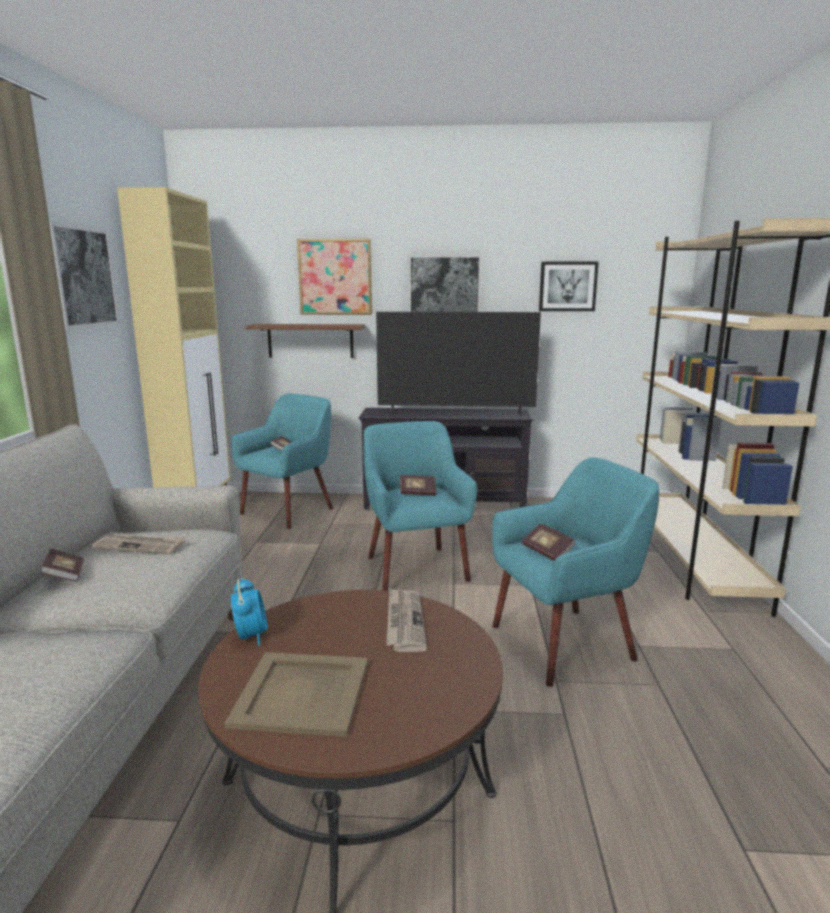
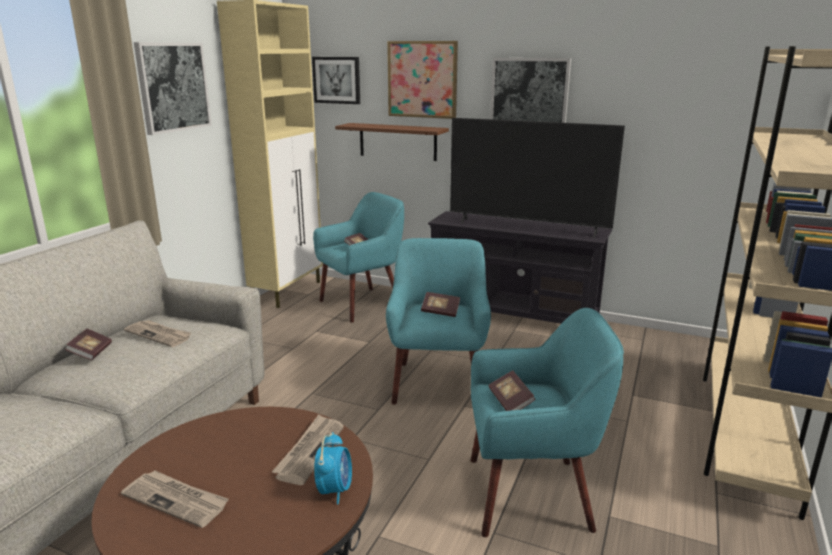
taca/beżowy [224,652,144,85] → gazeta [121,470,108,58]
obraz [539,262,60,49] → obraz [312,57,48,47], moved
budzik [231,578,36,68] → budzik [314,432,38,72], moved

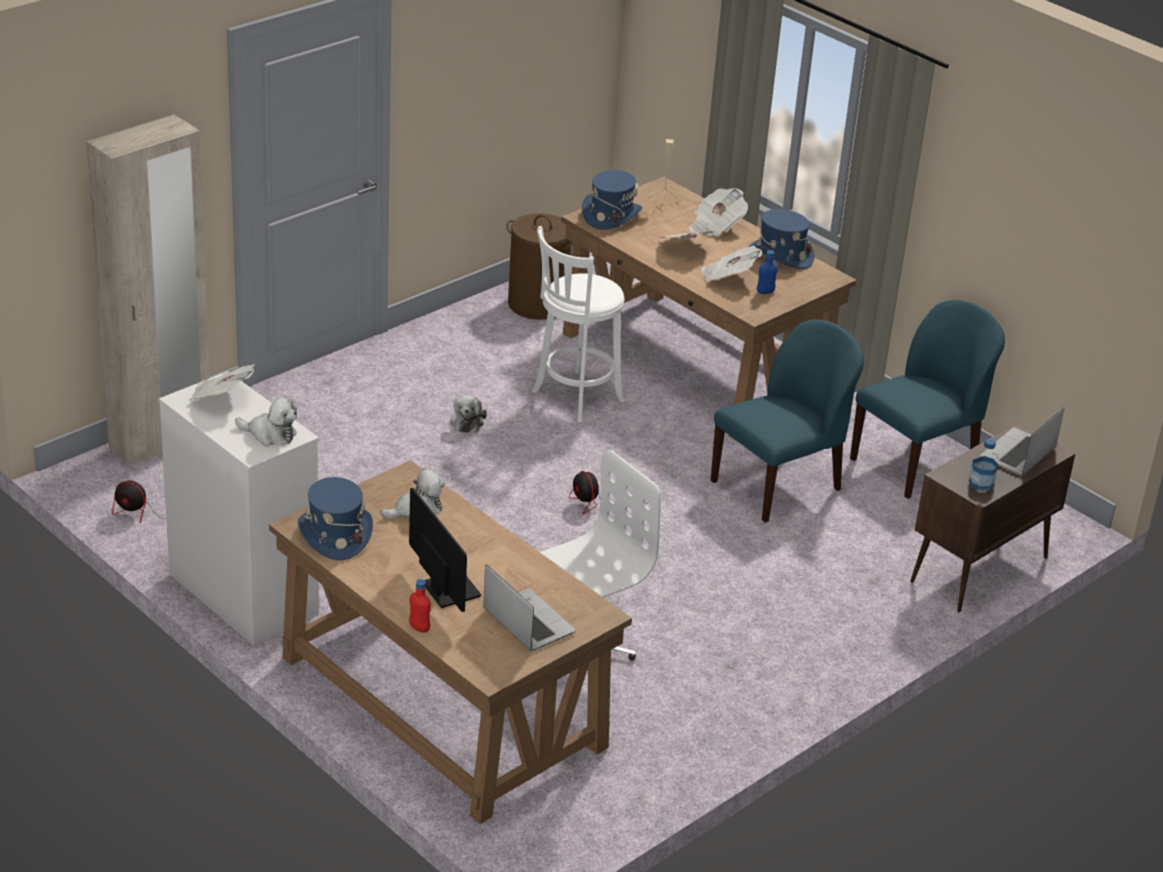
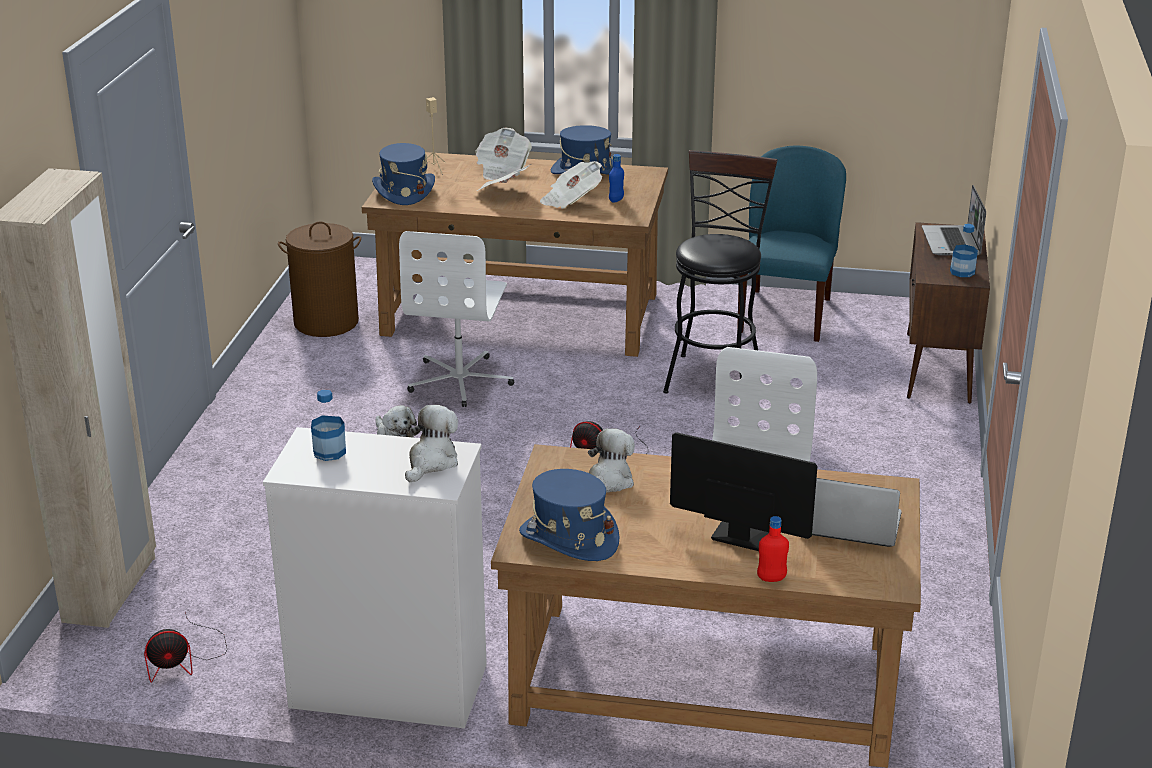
gazeta [189,364,66,36] → butelka [311,390,35,71]
stołek/biały [532,226,93,196] → krzesło biurowe/biały [399,231,115,176]
pluszak [235,397,62,50] → pluszak [405,405,53,77], 45 degrees counterclockwise
krzesło/niebieski [711,319,153,204] → stołek/czarny [663,150,115,243]

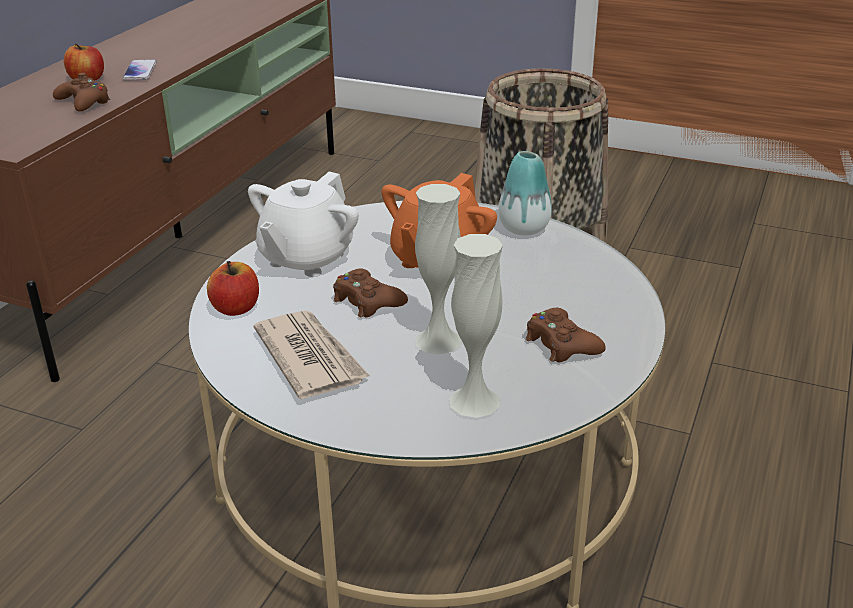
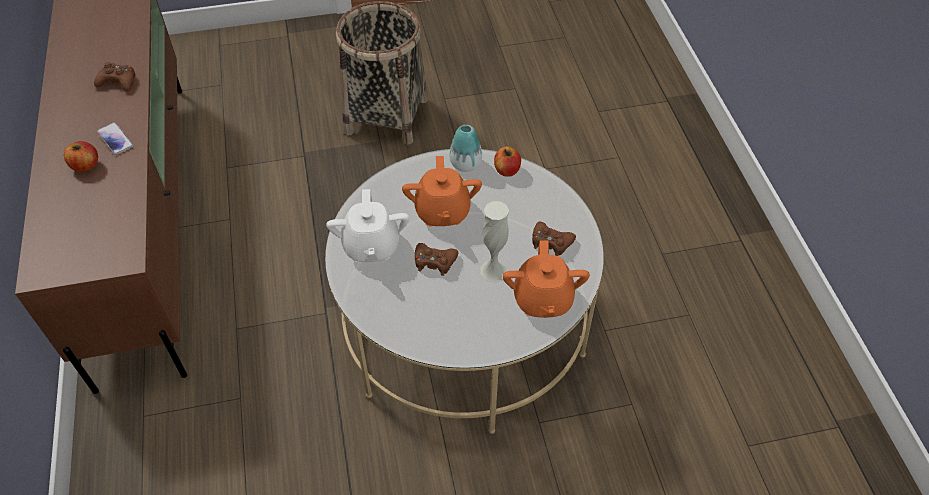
pad do gier/brązowy [53,73,57,39] → pad do gier/brązowy [94,62,41,29], moved
jabłko [207,261,52,55] → jabłko [494,147,27,30], moved
wazon/biały [449,234,54,184] → imbryk/pomarańczowy [503,240,87,78]
gazeta [254,310,116,89] → -

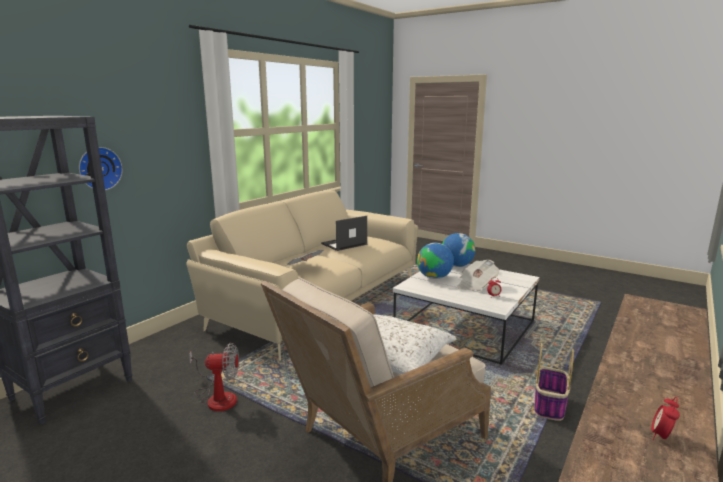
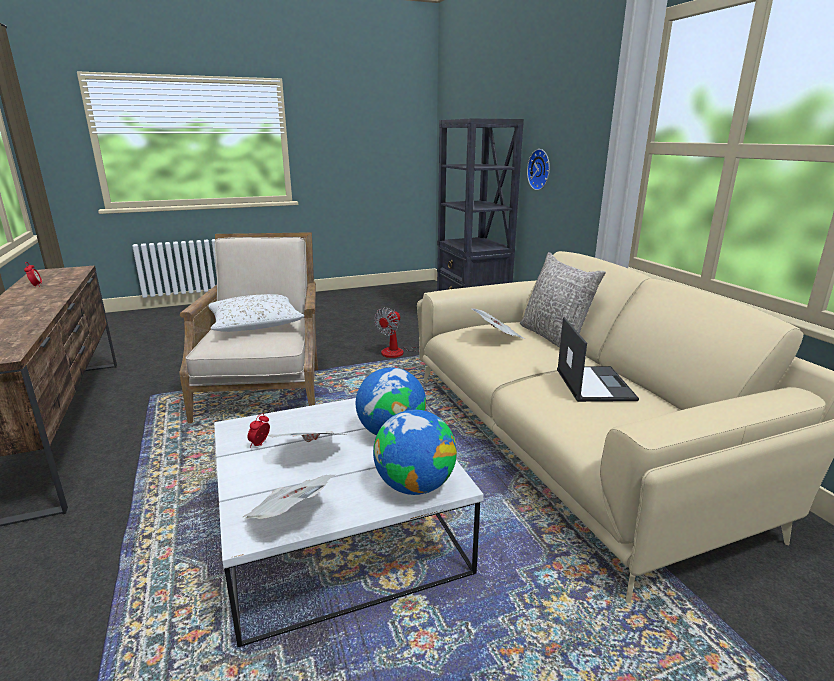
- → gazeta [243,475,92,44]
- → poduszka/szary [520,252,86,96]
koszyk [535,343,39,78] → -

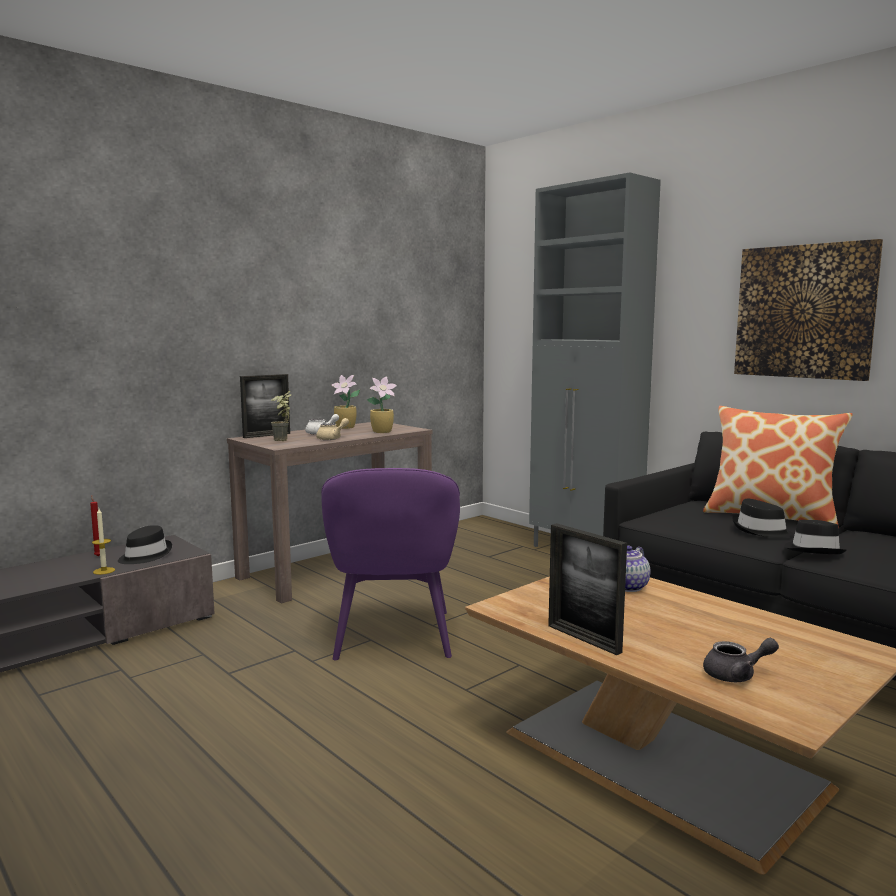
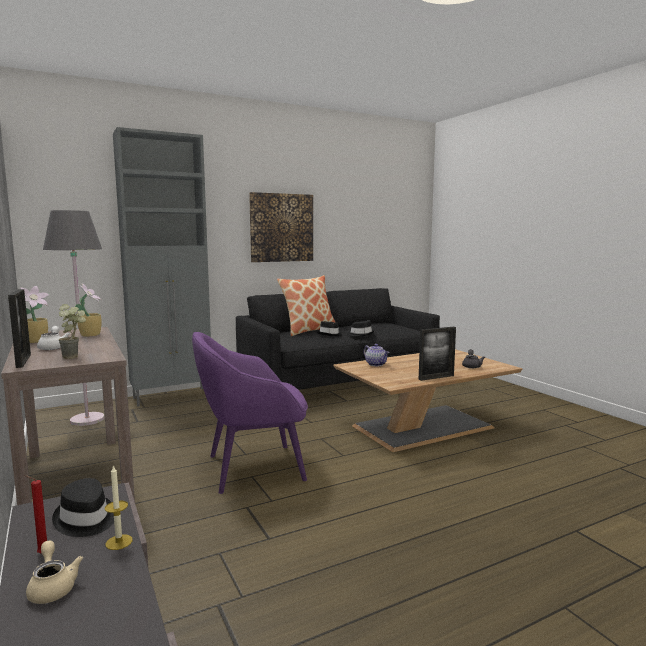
imbryk/beżowy [316,418,33,22] → imbryk/beżowy [26,540,57,64], moved
- → lampa stojąca/szary [43,210,61,216]
fotel/fioletowy [321,468,139,192] → fotel/fioletowy [192,332,116,162], 150 degrees clockwise

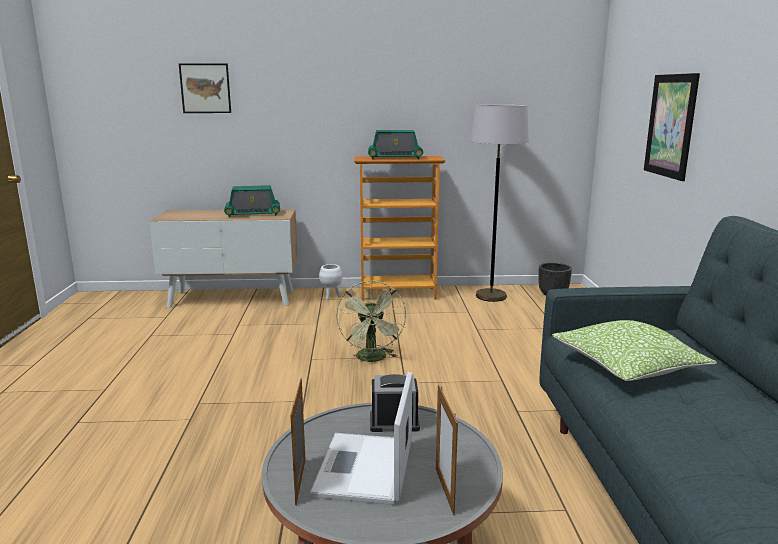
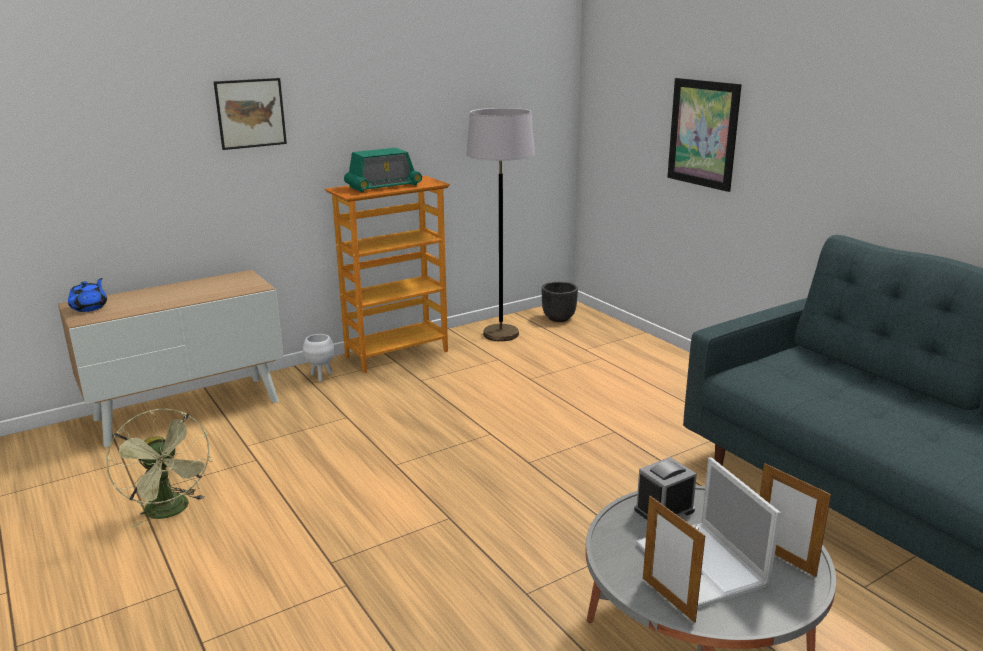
- → imbryk/niebieski [68,278,39,34]
wentylator/zielony [336,281,70,81] → wentylator/zielony [106,409,107,119], moved
obraz [179,63,52,50] → obraz [214,78,73,72], moved
radio [224,185,56,32] → -
poduszka [552,320,165,61] → -

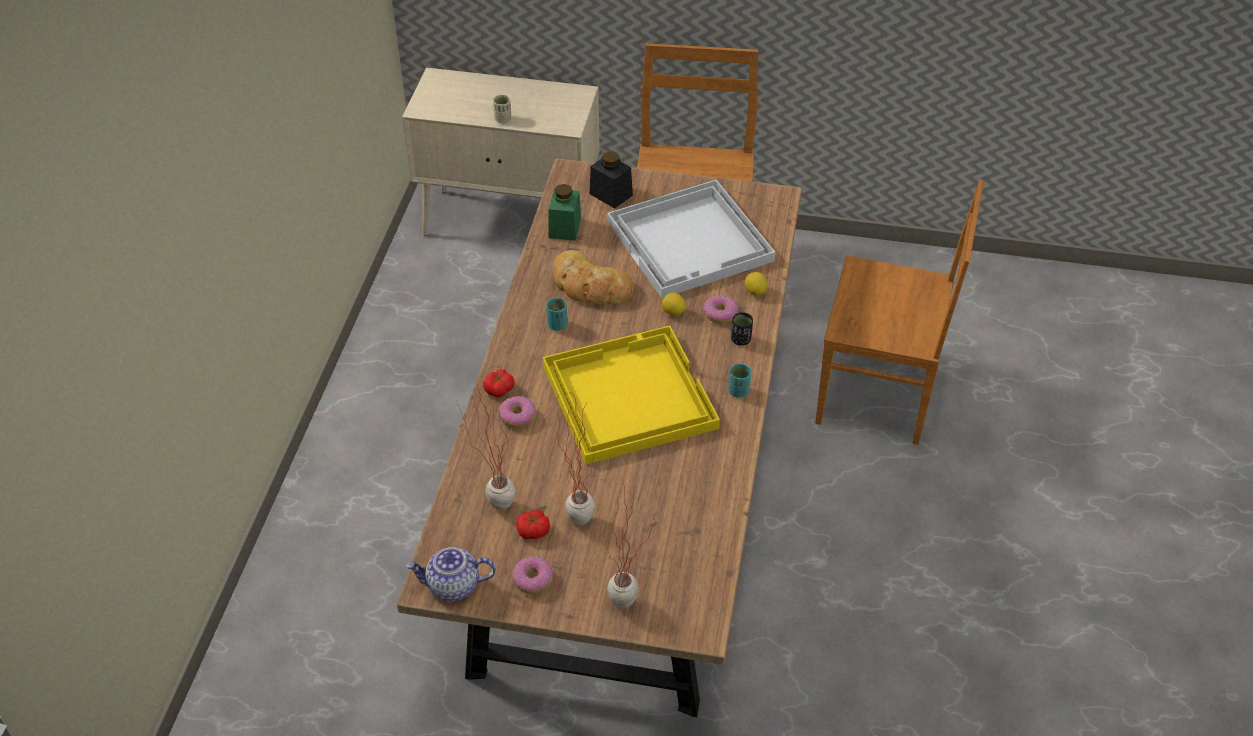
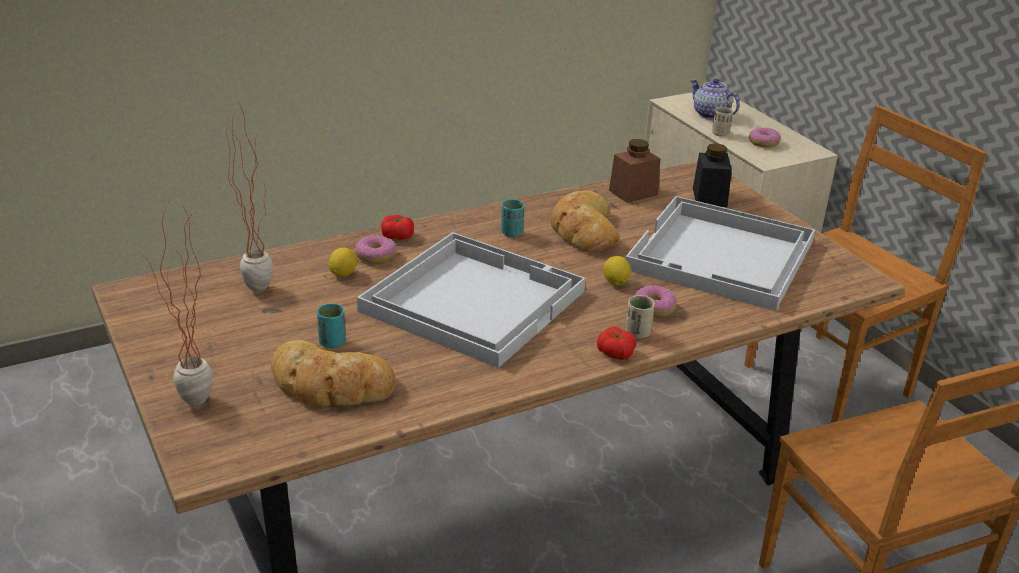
- → chleb [271,340,125,66]
filiżanka/turkusowy [729,363,22,35] → filiżanka/turkusowy [317,303,29,45], moved
cytryna [745,272,22,24] → cytryna [328,248,29,29], moved
taca/żółty [543,326,177,139] → taca/biały [357,232,229,136]
pomidor [516,510,34,29] → pomidor [597,327,40,33], moved
słoik/zielony [548,184,33,57] → słoik/brązowy [609,139,51,64]
filiżanka/czarny [731,312,22,34] → filiżanka/beżowy [625,295,30,44]
imbryk [406,547,90,54] → imbryk [690,79,50,40], moved
donut [512,556,42,38] → donut [749,128,32,20], moved
roślina doniczkowa [557,395,38,131] → -

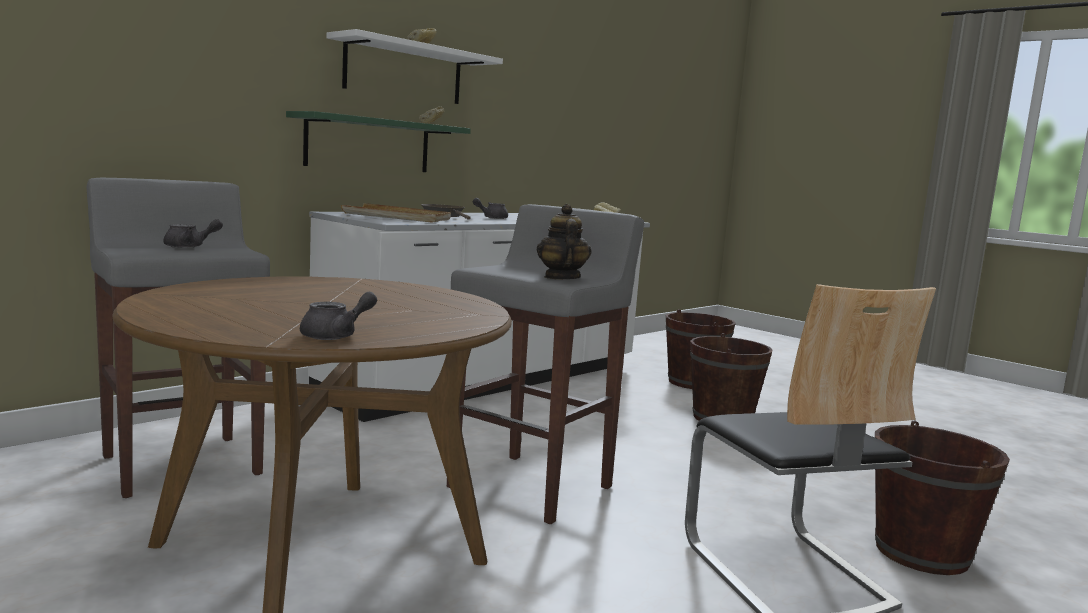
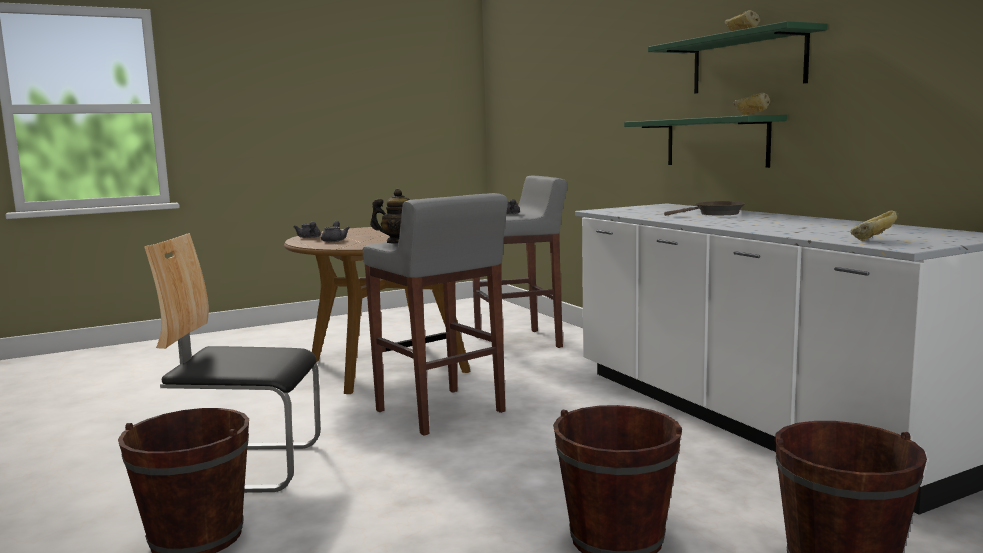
imbryk/szary [473,198,35,21] → imbryk/szary [321,221,29,21], moved
półka/biały [327,29,176,75] → półka/zielony [648,21,179,73]
taca/beżowy [341,203,110,20] → -

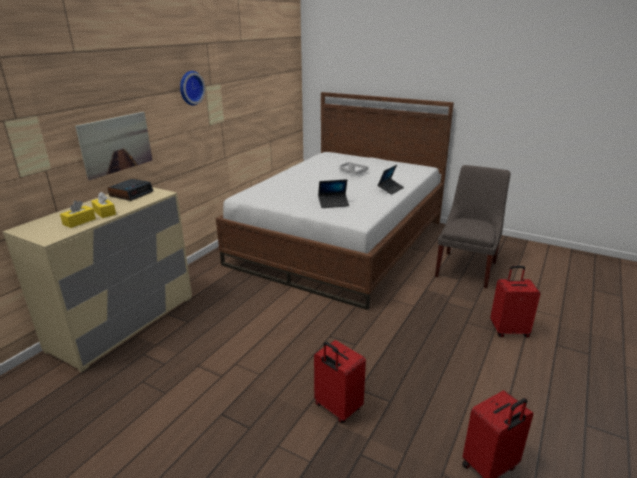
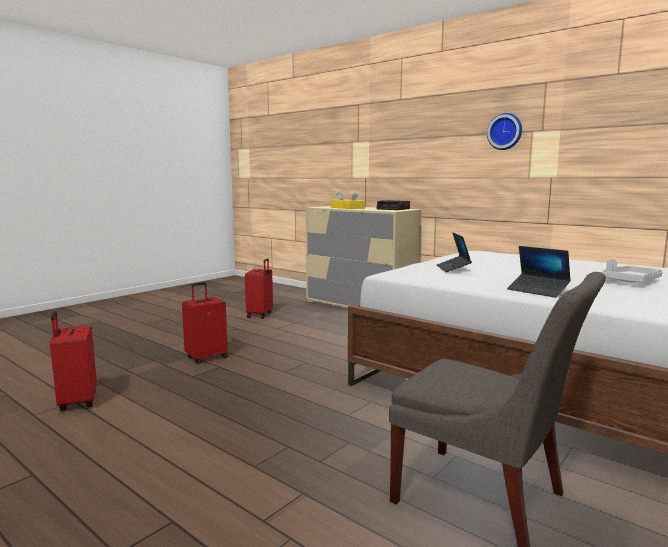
walizka/czerwony [490,266,50,72] → walizka/czerwony [245,258,28,61], moved
obraz [75,112,77,68] → -

